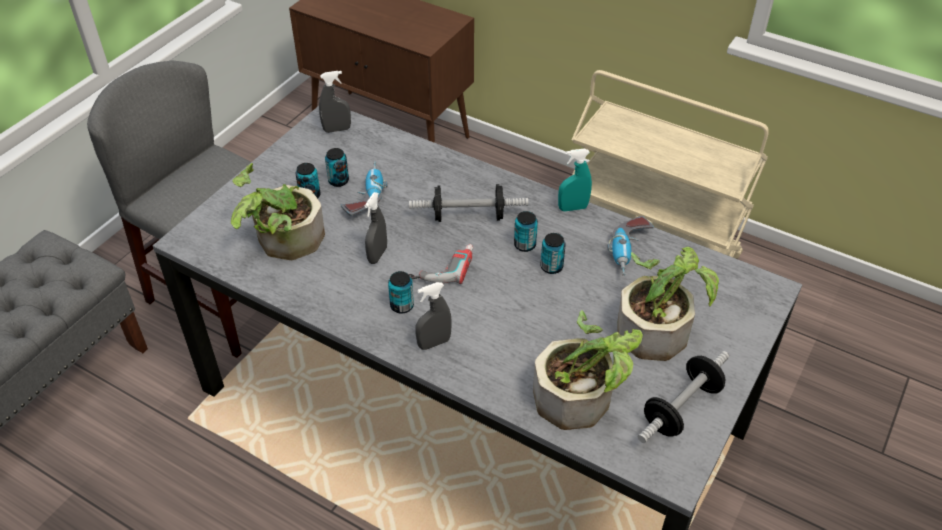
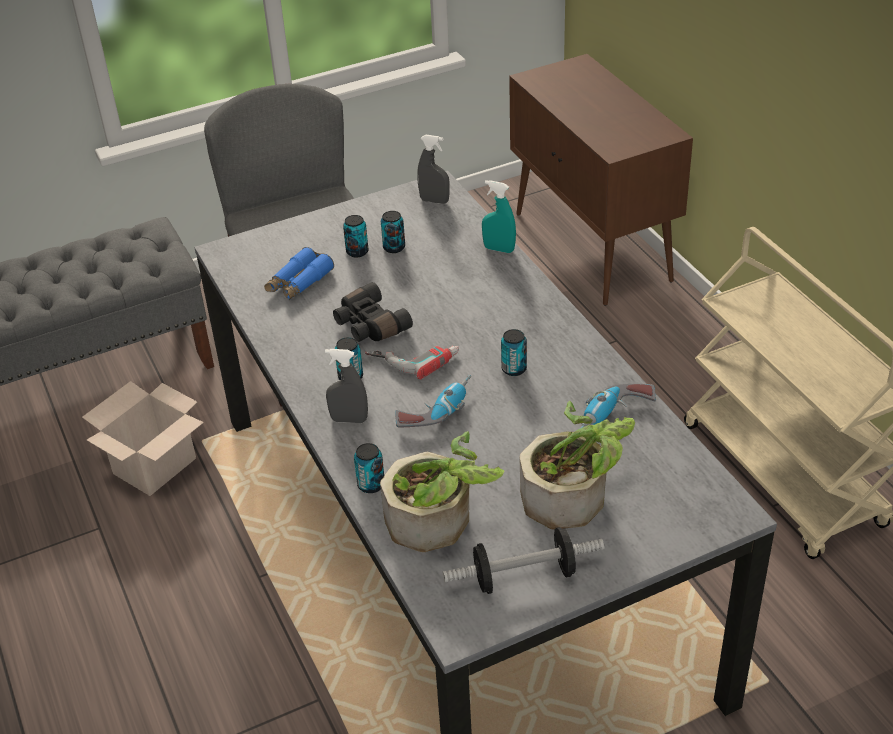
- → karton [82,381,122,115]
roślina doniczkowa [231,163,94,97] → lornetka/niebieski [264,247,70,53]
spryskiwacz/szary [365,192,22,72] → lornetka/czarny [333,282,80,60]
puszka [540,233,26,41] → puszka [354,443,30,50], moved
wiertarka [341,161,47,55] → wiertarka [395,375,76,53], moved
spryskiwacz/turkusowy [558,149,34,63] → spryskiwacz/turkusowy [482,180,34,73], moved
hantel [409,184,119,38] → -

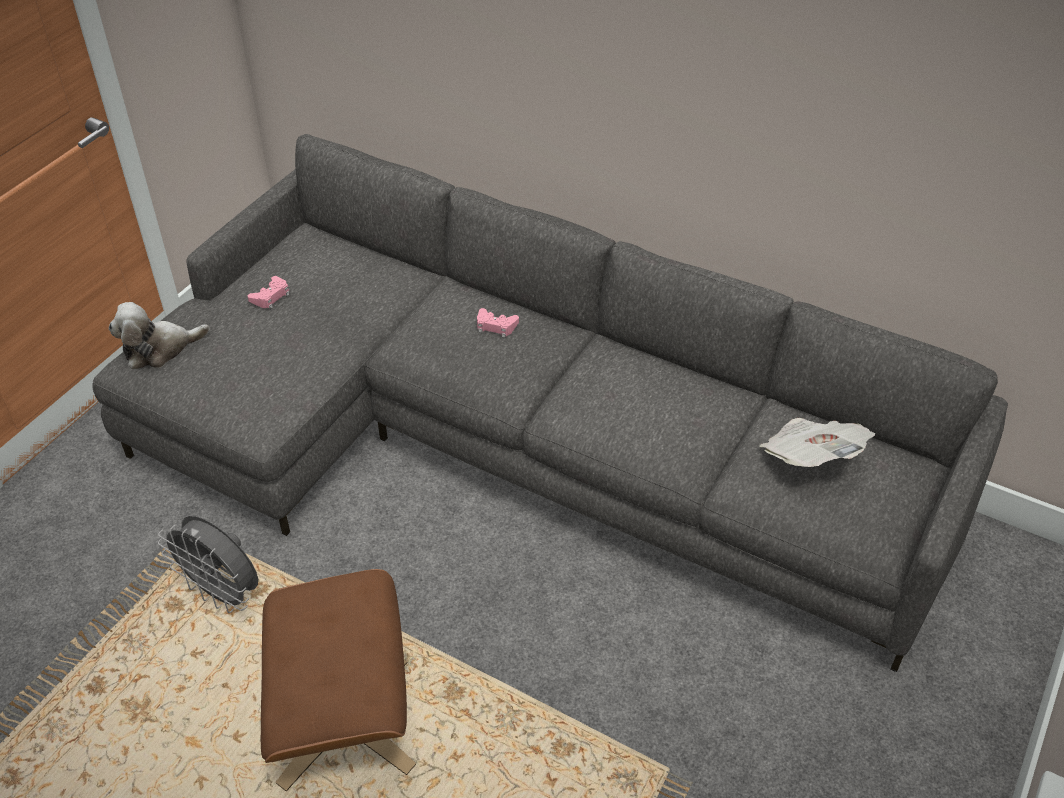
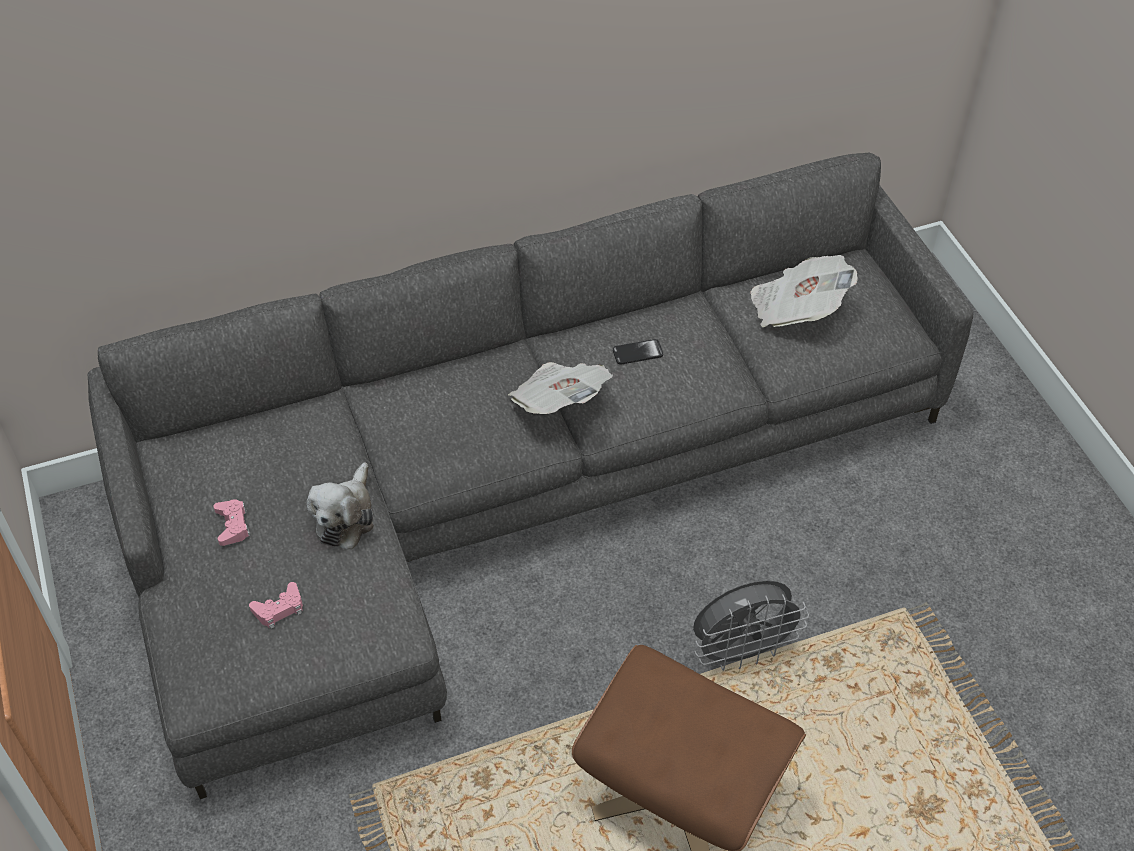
pad do gier/różowy [477,308,42,30] → pad do gier/różowy [249,582,54,47], moved
pluszak [109,302,101,67] → pluszak [307,462,67,88], moved
- → gazeta [508,362,105,52]
- → telefon [613,339,50,26]
wentylator/szary [158,516,100,97] → wentylator/szary [693,580,116,91], moved

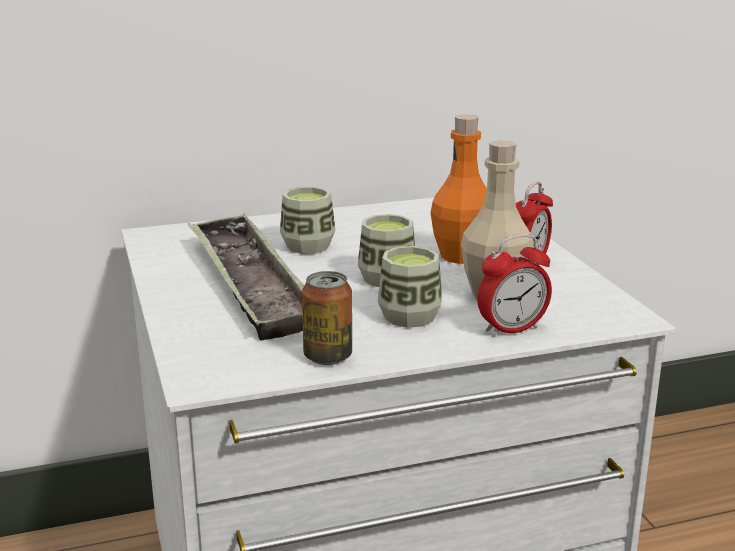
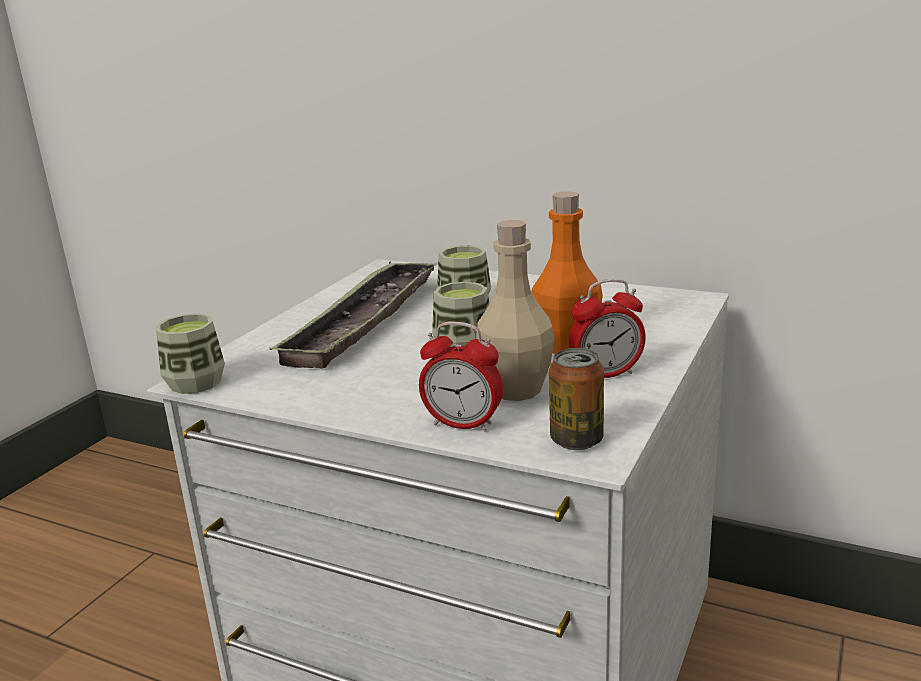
filiżanka [378,246,64,82] → filiżanka [156,313,69,81], moved
puszka [302,271,50,94] → puszka [549,348,55,102], moved

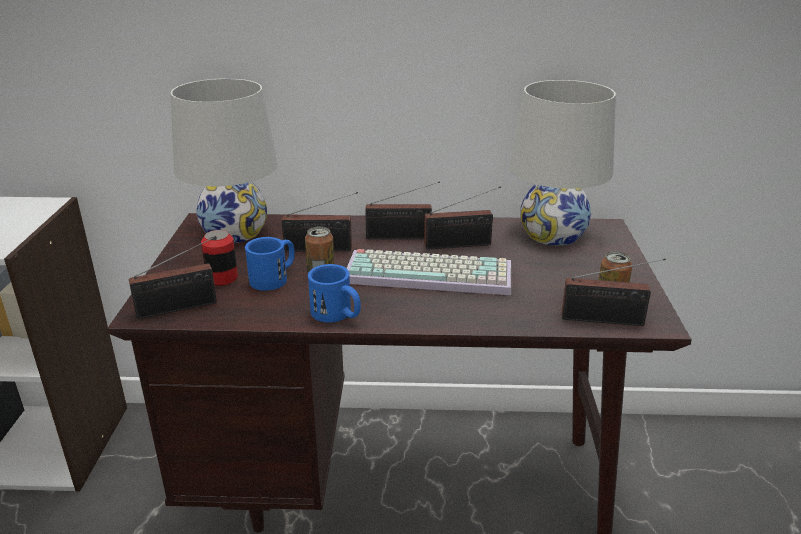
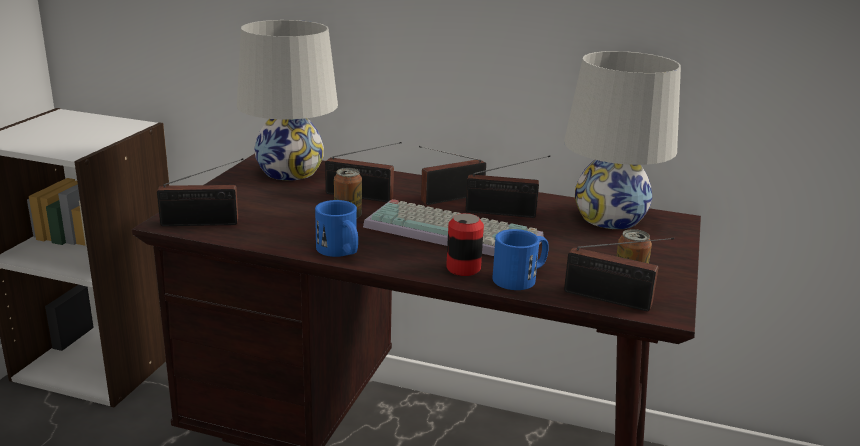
radio [365,181,75,58] → radio [419,146,67,59], 135 degrees clockwise
puszka [201,230,37,56] → puszka [446,213,38,63], moved
kubek/niebieski [245,237,50,54] → kubek/niebieski [492,229,57,61], moved

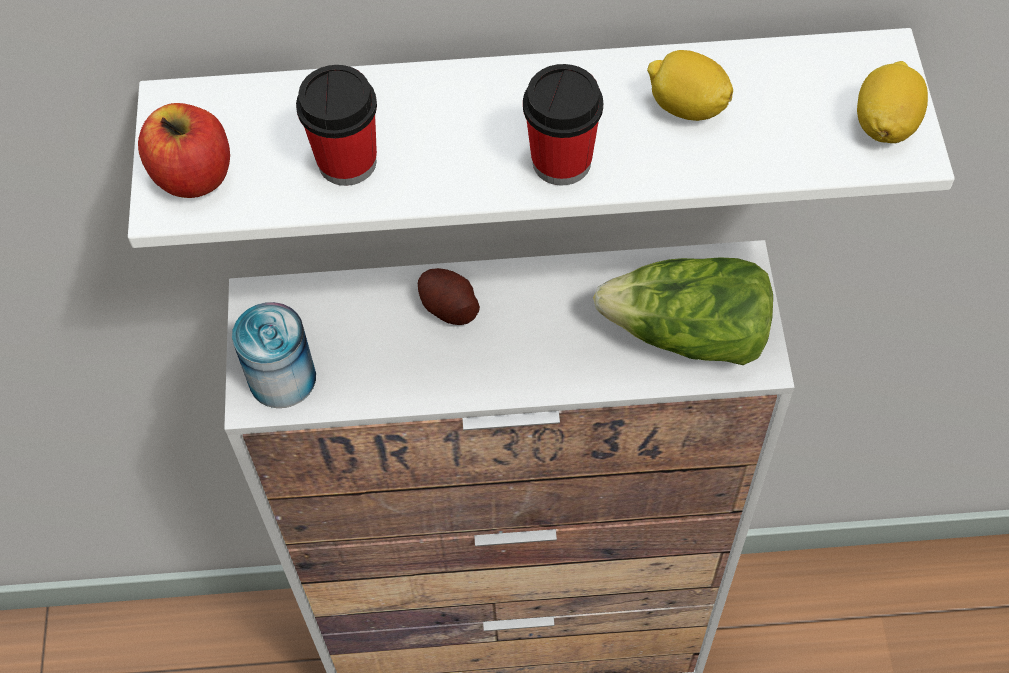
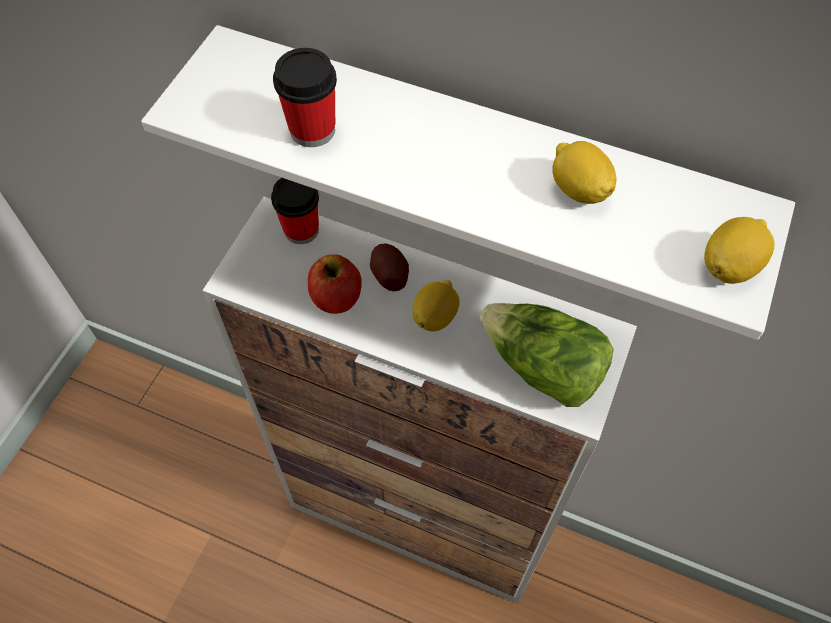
filiżanka [523,64,80,122] → filiżanka [271,178,48,66], moved
jabłko [138,103,92,95] → jabłko [308,254,54,60], moved
- → cytryna [413,280,47,51]
puszka [232,302,84,106] → -

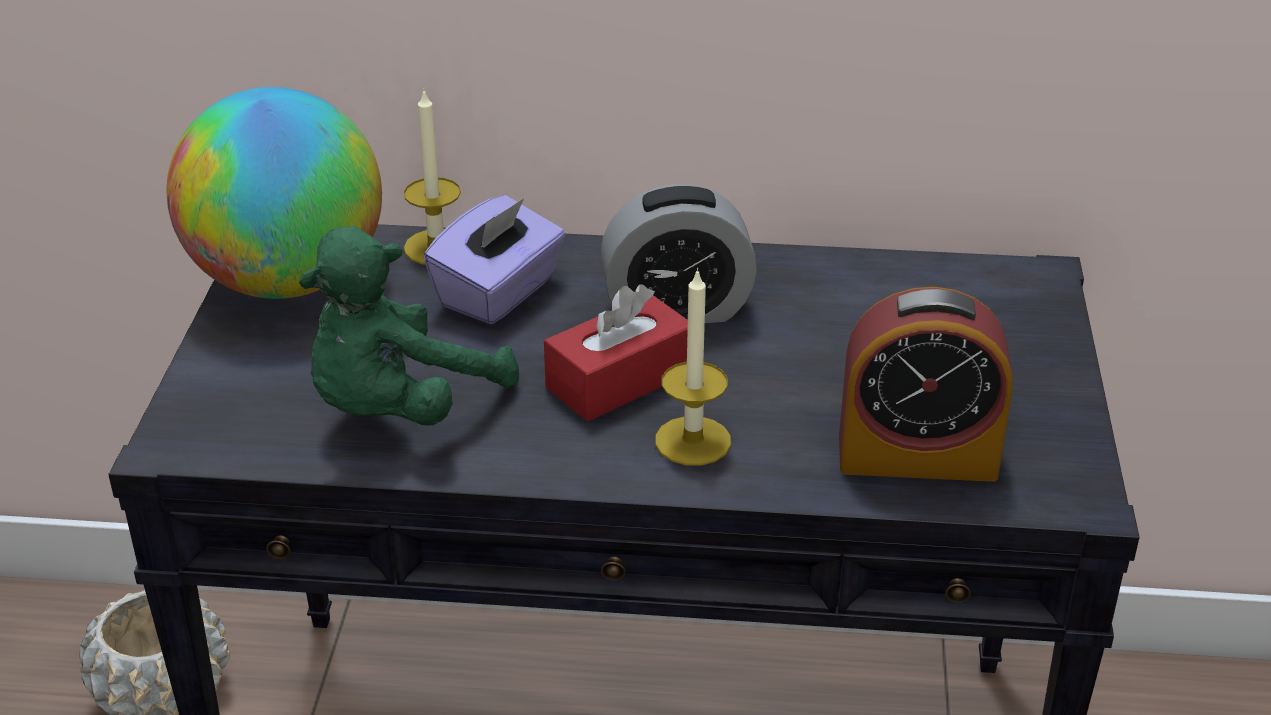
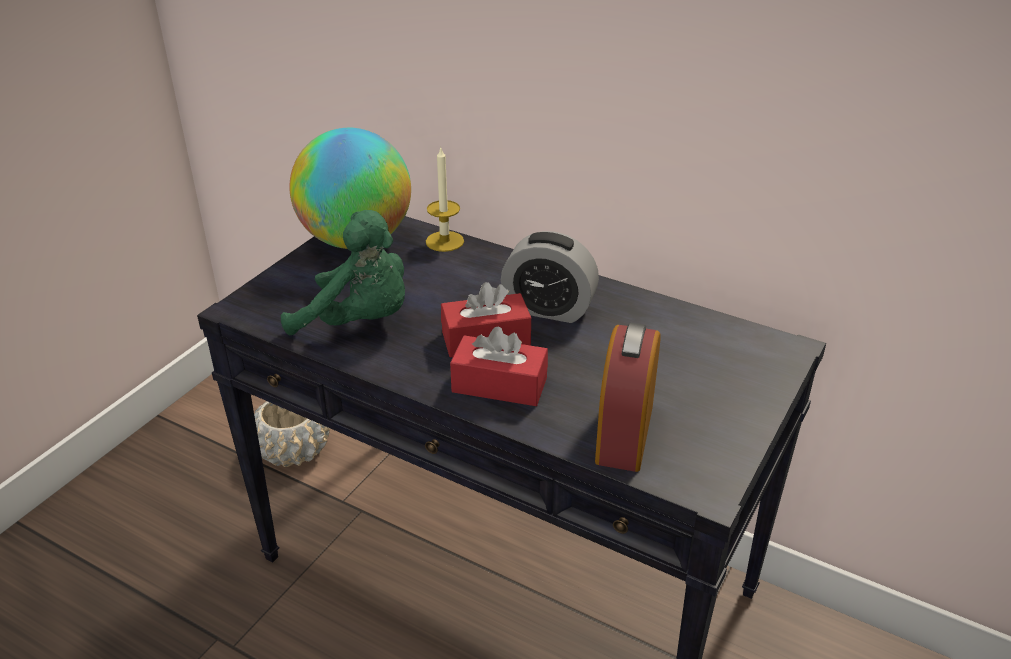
pluszak/zielony [299,226,220,200] → pluszak/zielony [281,210,124,125], 135 degrees counterclockwise
świeca [655,268,76,198] → pudełko chusteczek/czerwony [450,326,98,80]
budzik [839,287,174,195] → budzik [595,323,66,149], 75 degrees clockwise
pudełko chusteczek/fioletowy [424,195,141,129] → -

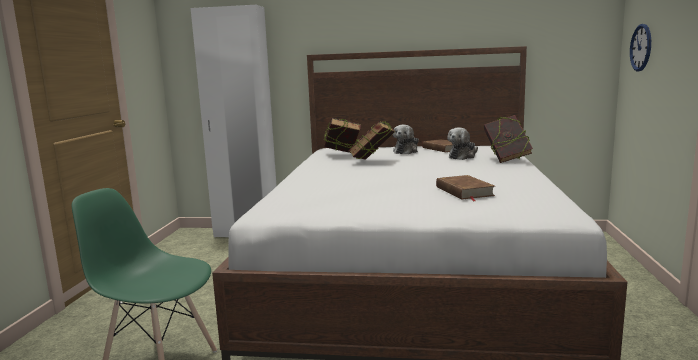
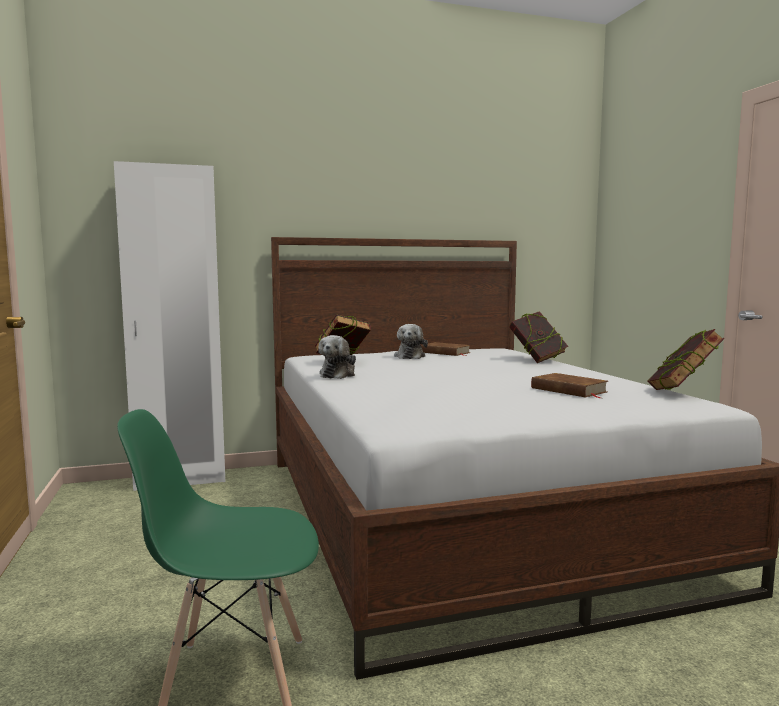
pluszak [447,127,31,33] → pluszak [318,335,38,44], moved
książka [348,121,47,39] → książka [647,329,78,61], moved
zegar ścienny [630,24,21,48] → -

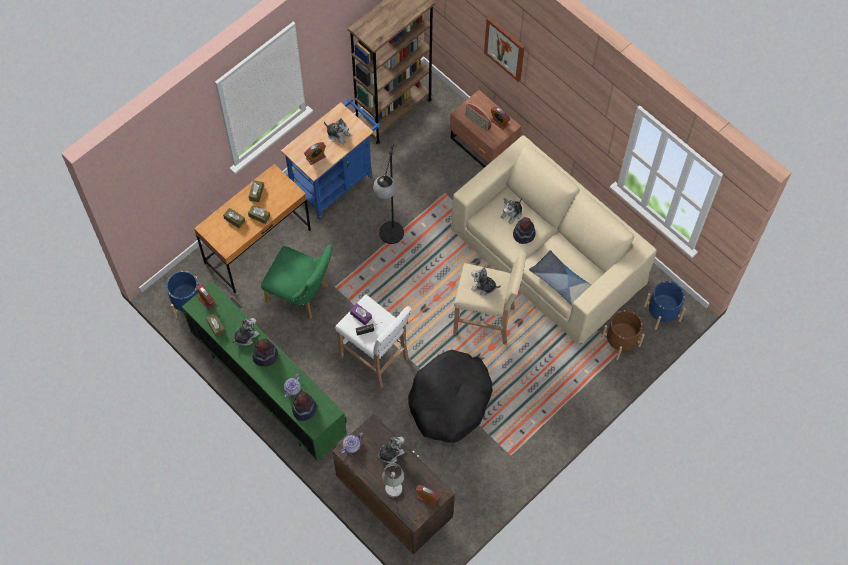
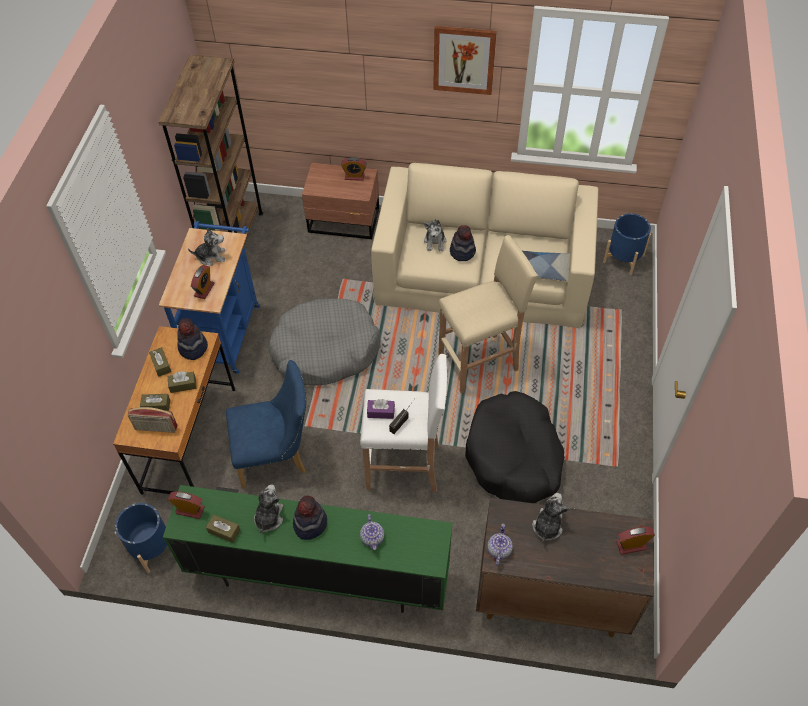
radio [466,102,26,29] → radio [128,407,50,26], moved
kapelusz [292,392,25,29] → kapelusz [177,318,31,42], moved
krzesło/zielony [261,244,71,75] → krzesło/niebieski [226,360,80,129]
lampa stojąca/czarny [373,144,31,100] → legowisko/szary [268,299,112,87]
obraz [484,17,41,65] → obraz [433,26,64,69], moved
lampa stołowa/szary [382,463,35,58] → -
pluszak [471,265,30,31] → -
donica/brązowy [601,310,44,50] → -

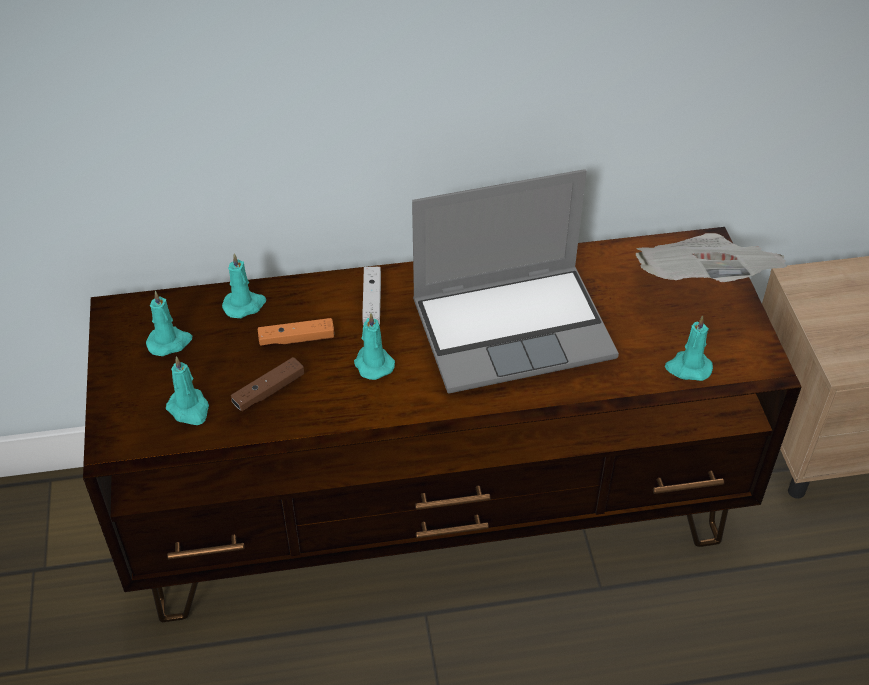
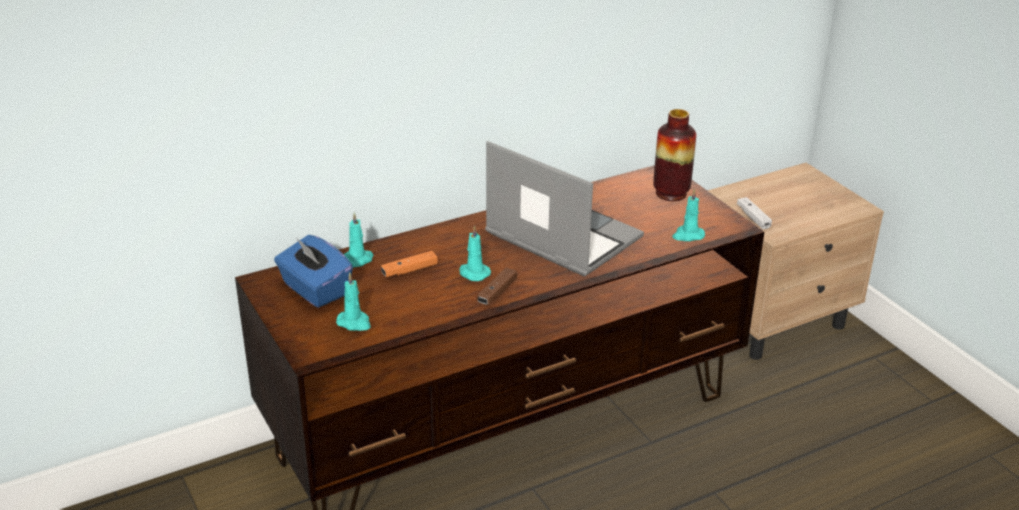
świeca/turkusowy [146,290,46,66] → pudełko chusteczek/niebieski [274,235,79,73]
pad do gier/brązowy [231,357,73,54] → pad do gier/brązowy [477,267,40,38], moved
laptop [412,169,207,225] → laptop [485,141,159,135], 105 degrees counterclockwise
gazeta [636,233,151,49] → wazon [653,109,43,92]
pad do gier/biały [362,267,19,58] → pad do gier/biały [737,197,35,33], moved

